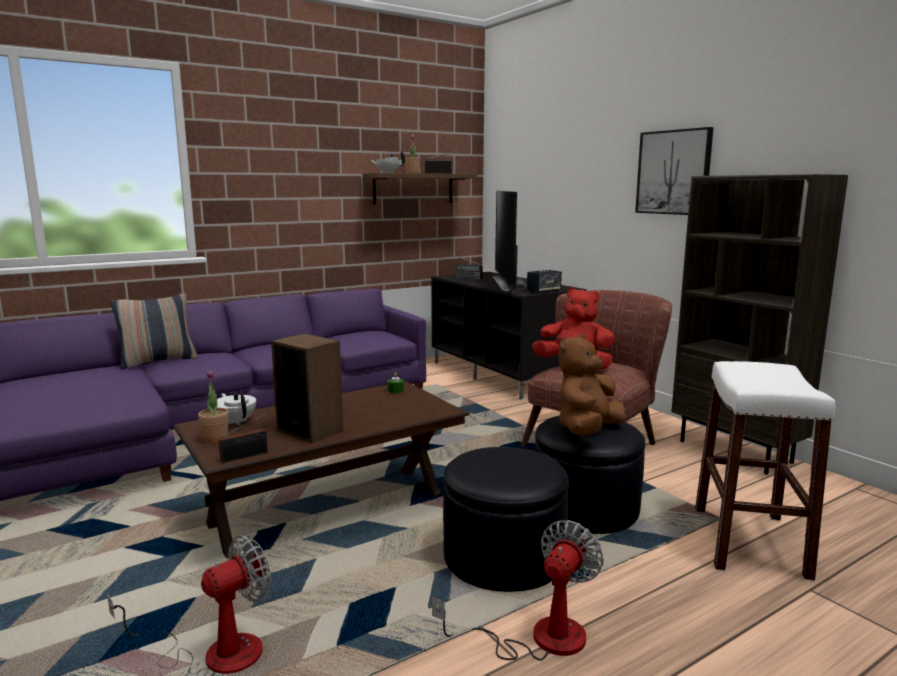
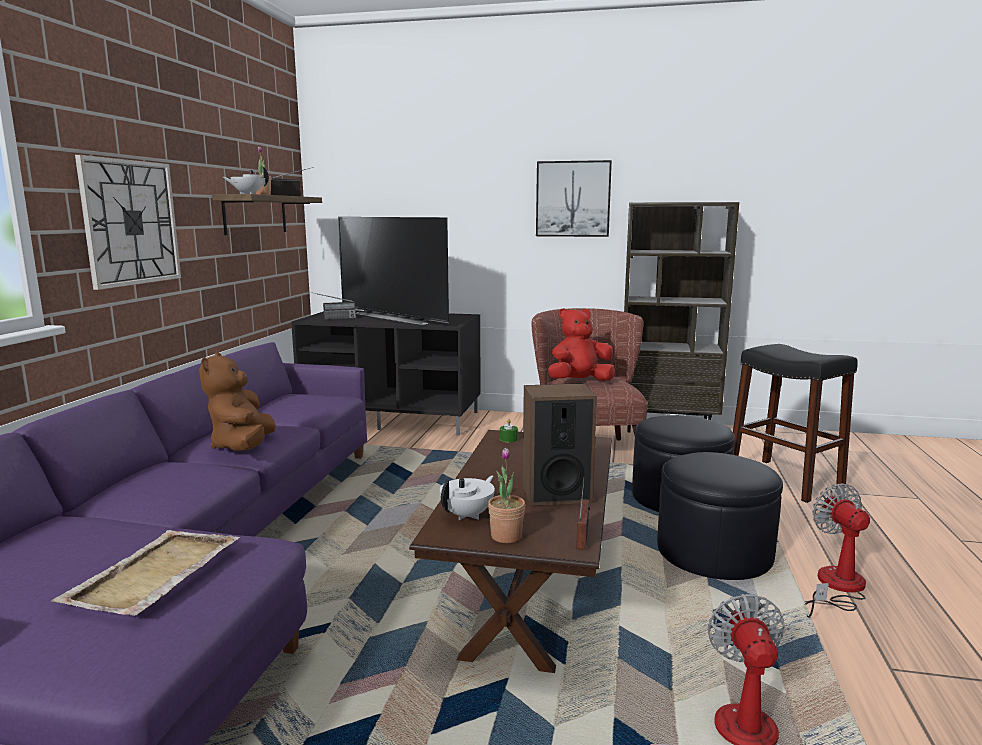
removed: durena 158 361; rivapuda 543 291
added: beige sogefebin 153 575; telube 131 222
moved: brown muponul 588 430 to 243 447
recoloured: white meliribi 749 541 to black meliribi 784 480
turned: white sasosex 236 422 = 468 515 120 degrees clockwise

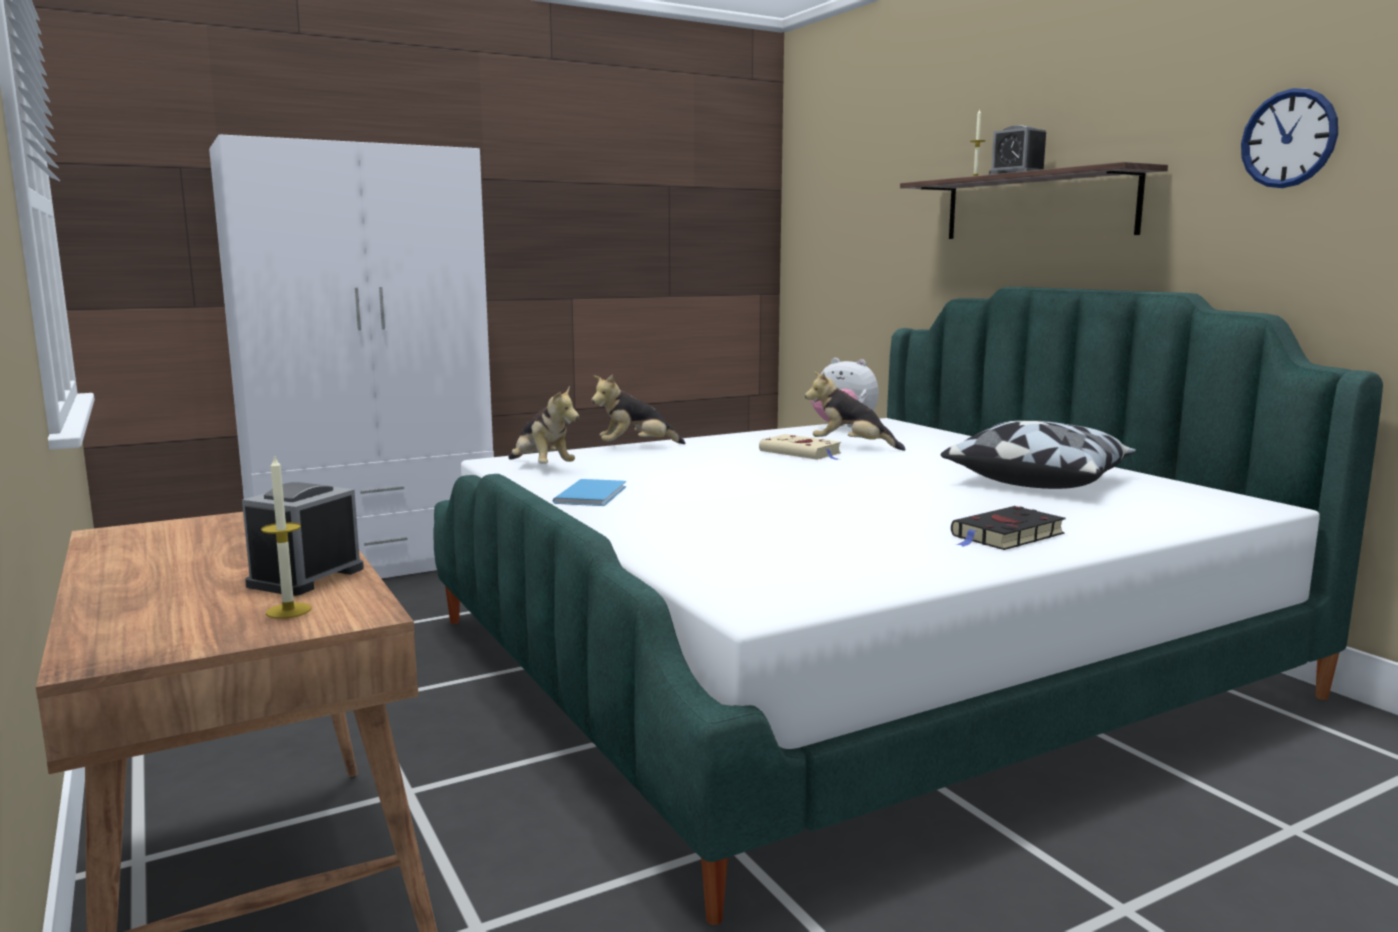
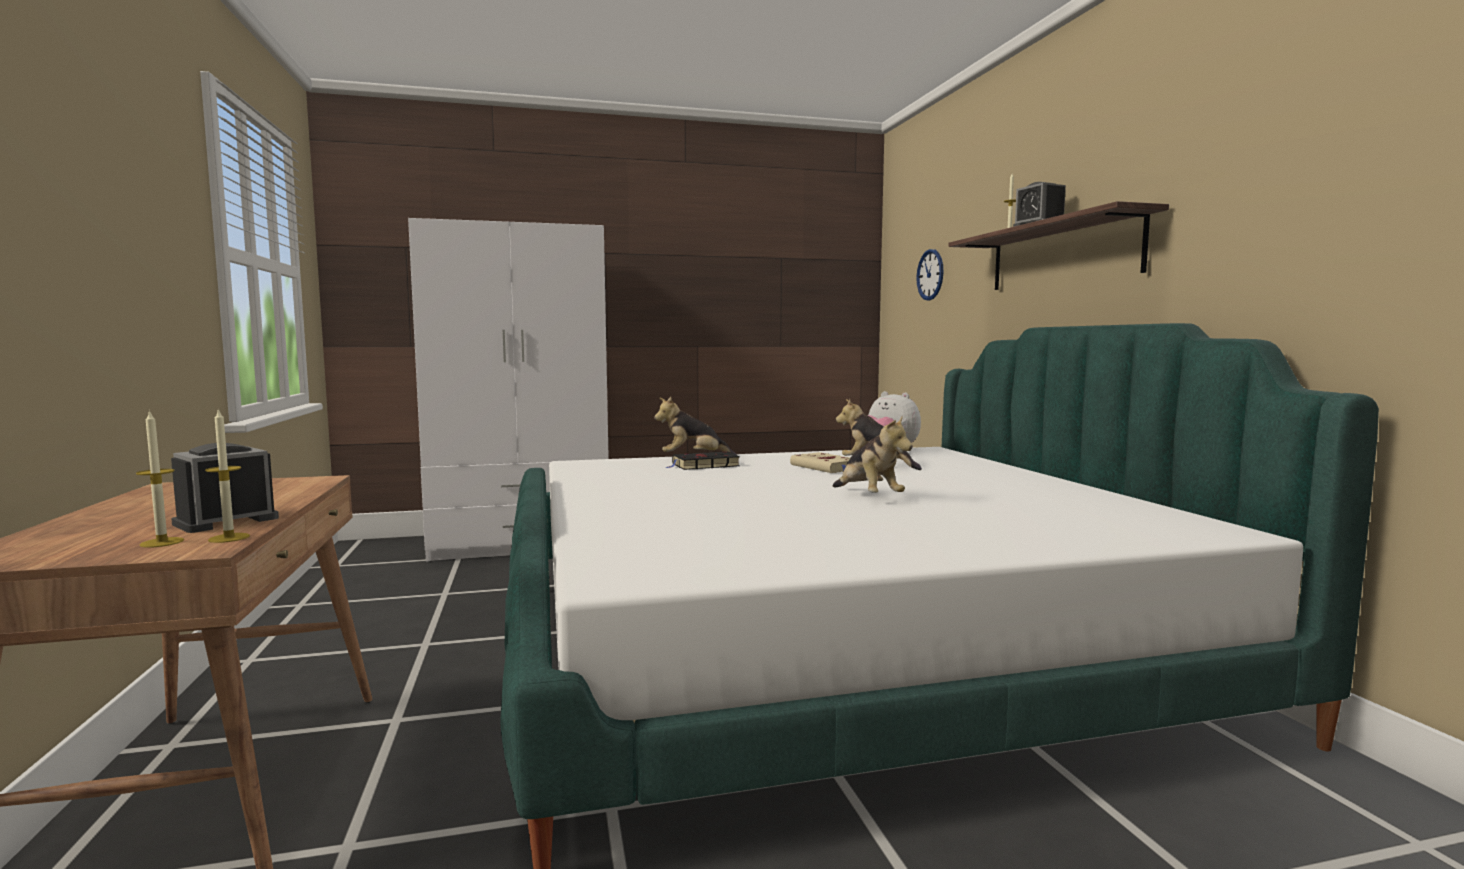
removed: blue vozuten 594 494; durena 1038 480
added: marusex 229 538
moved: black vozuten 1006 536 to 703 465; muponul 541 468 to 868 497; telube 1288 138 to 930 275

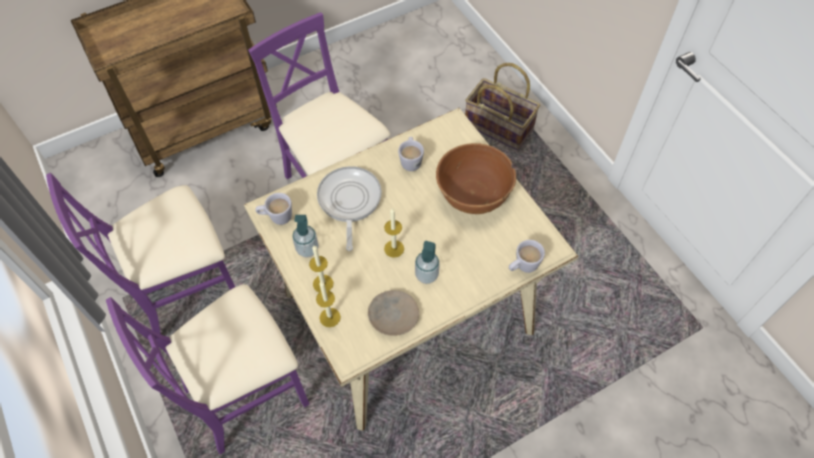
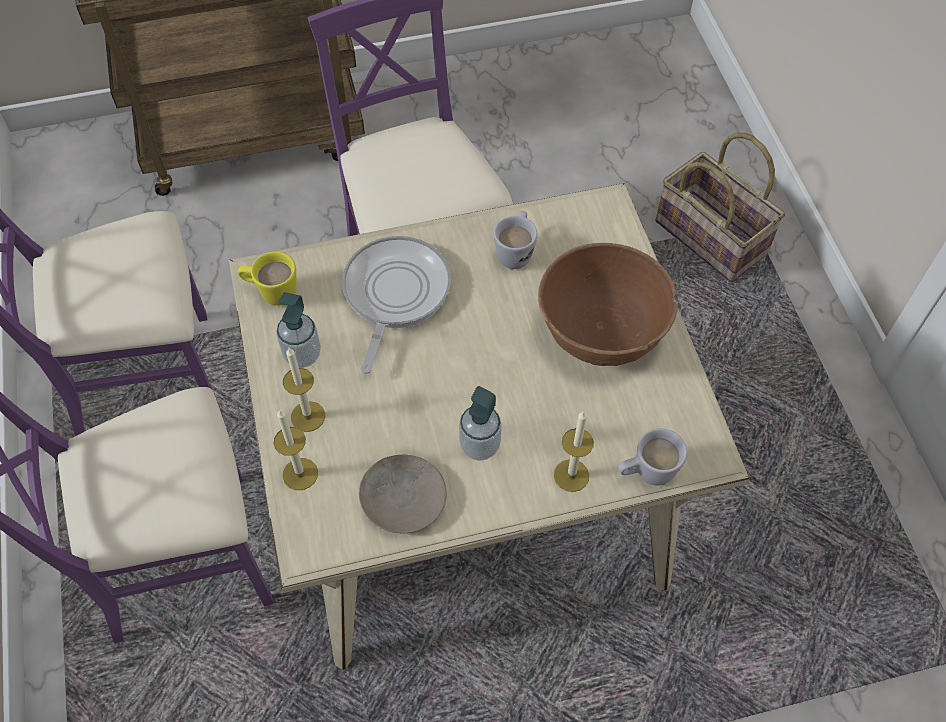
moved: marusex 394 248 to 571 475
recoloured: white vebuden 276 217 to yellow vebuden 271 292

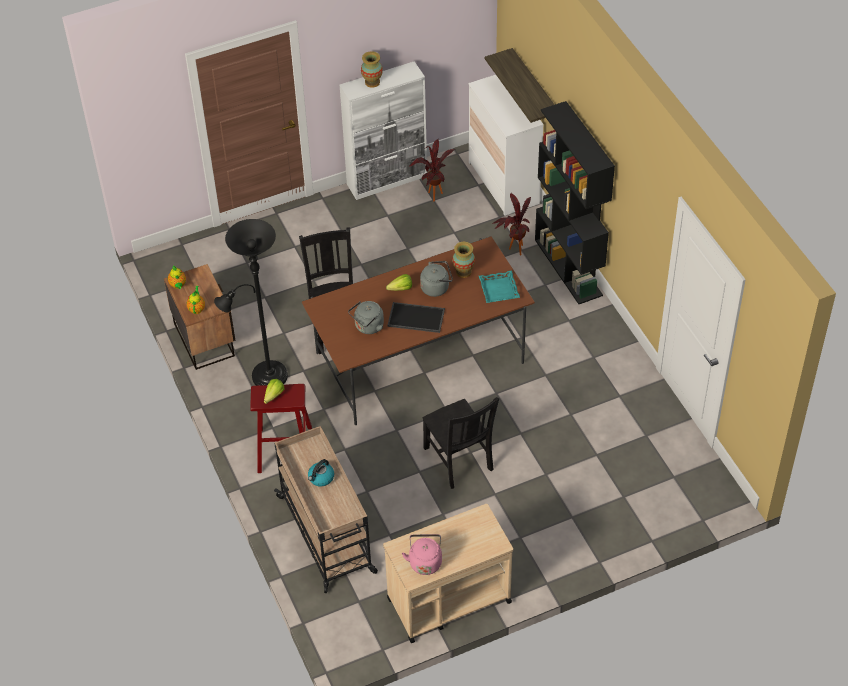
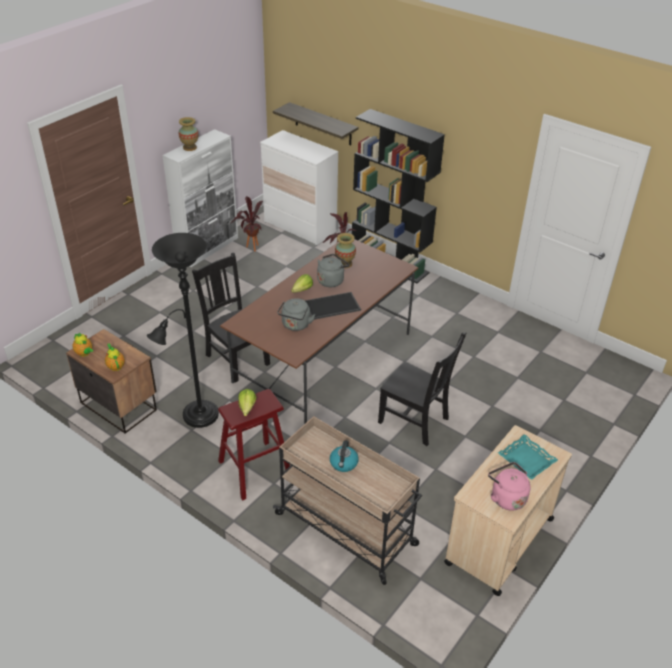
moved: turquoise sogefebin 498 289 to 526 460

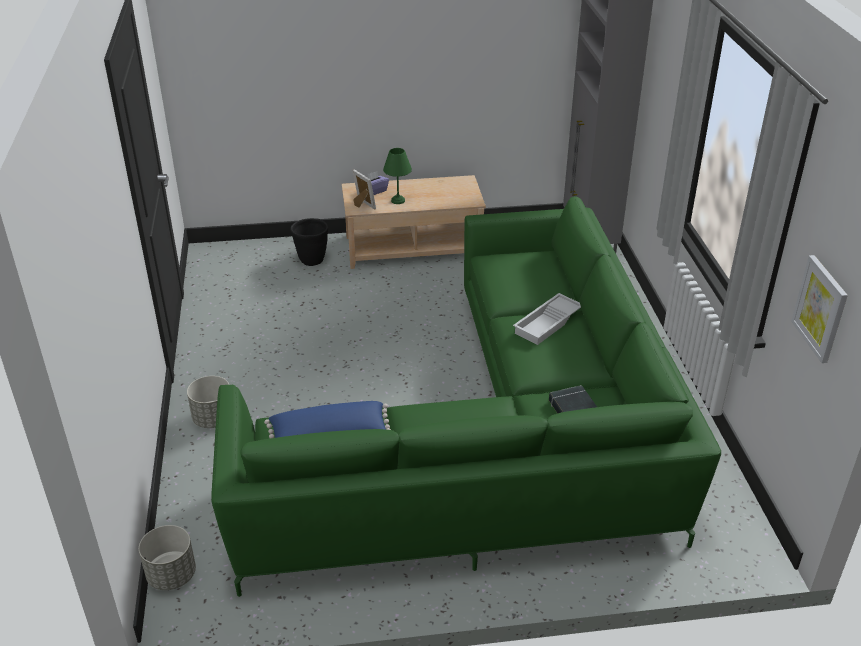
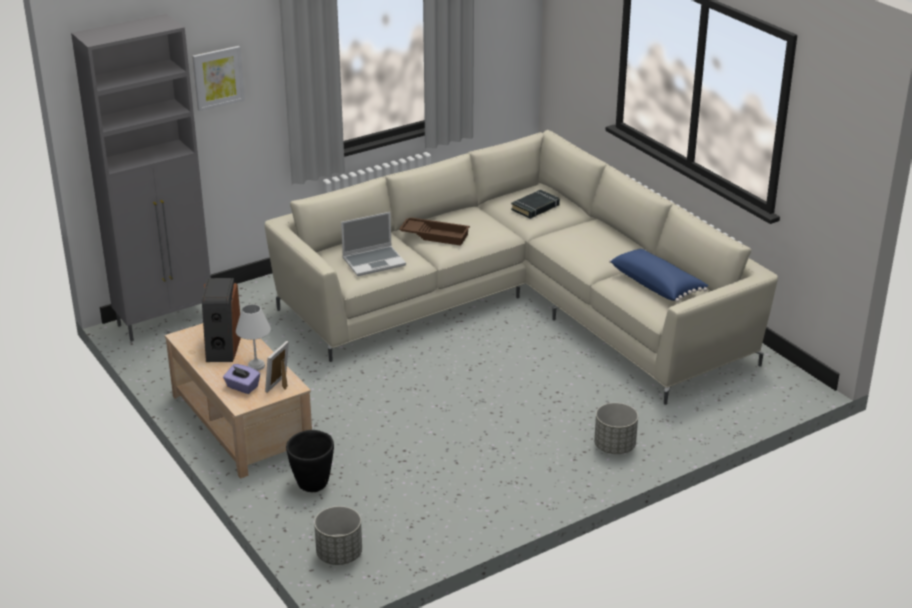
added: rivapuda 222 347; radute 374 261
moved: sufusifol 820 308 to 218 77; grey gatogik 171 575 to 339 555
recoloured: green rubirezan 398 201 to white rubirezan 256 365; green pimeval 497 447 to beige pimeval 521 304; white sogefebin 548 324 to brown sogefebin 435 235

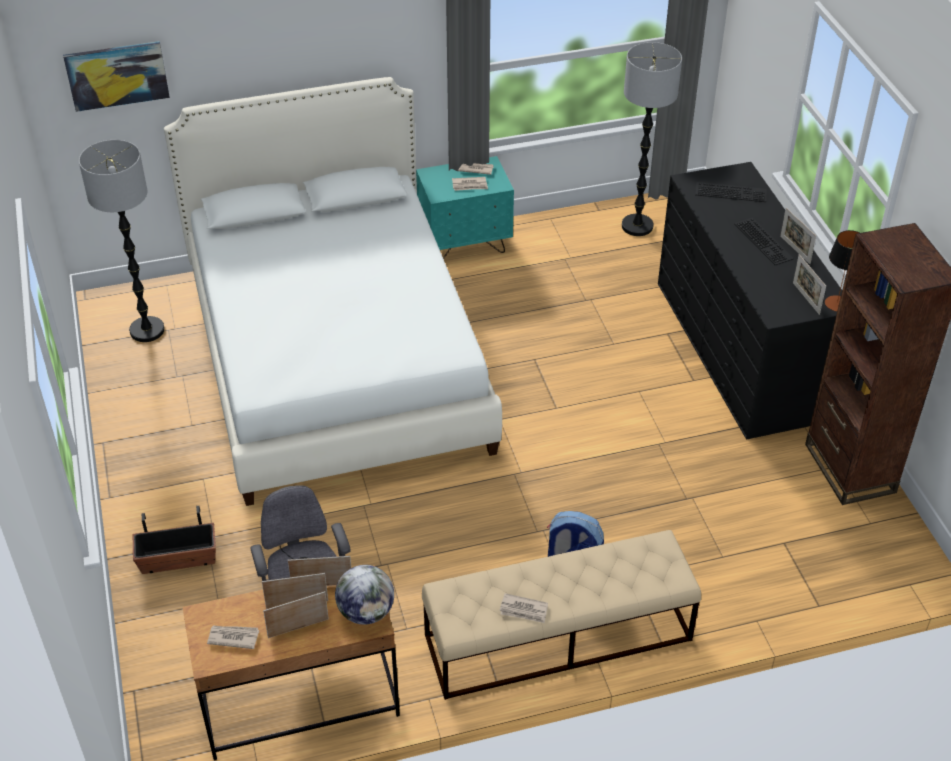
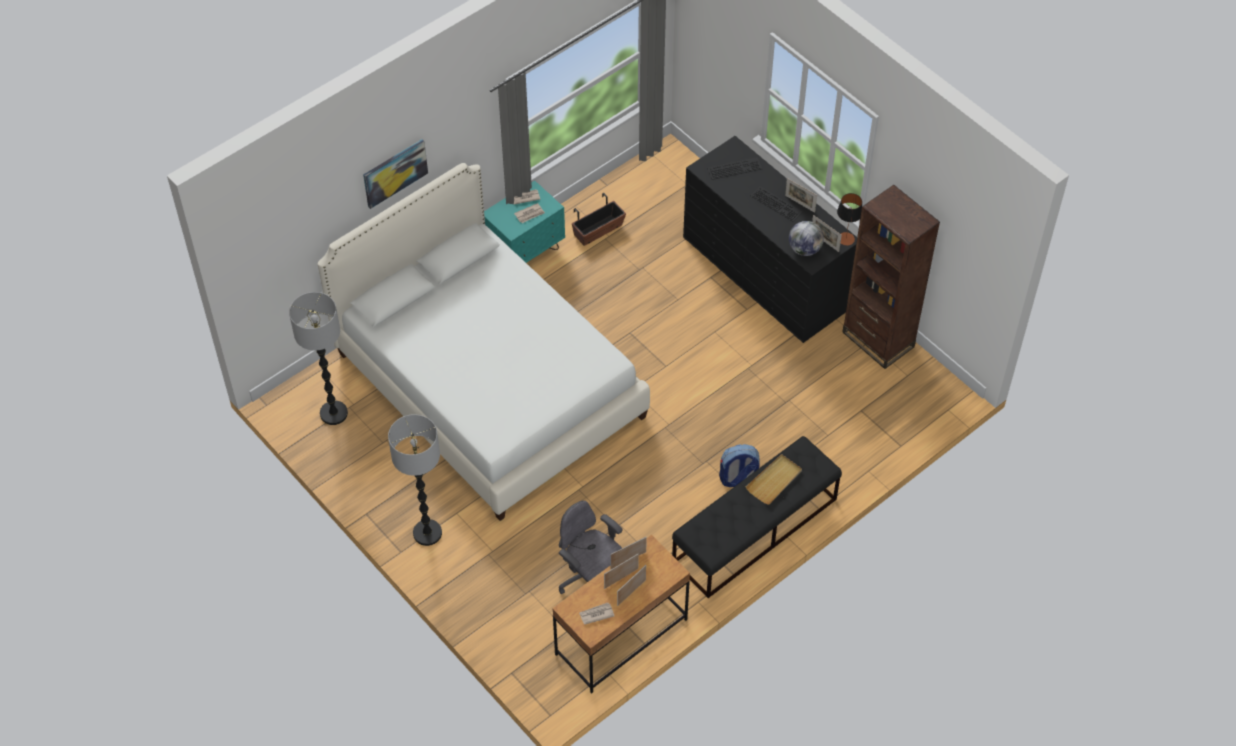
removed: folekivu 524 610
added: beige sogefebin 774 480
moved: sufusifol 117 75 to 395 172; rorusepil 637 226 to 427 533; gatogik 178 559 to 598 230; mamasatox 366 612 to 804 249
recoloured: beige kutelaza 557 638 to black kutelaza 754 531

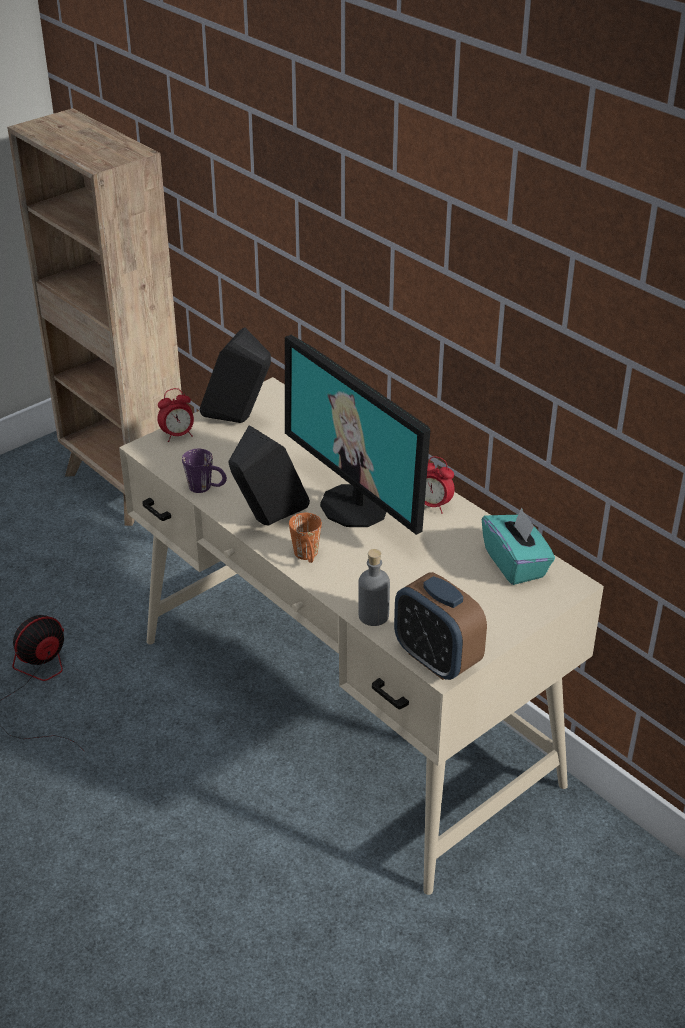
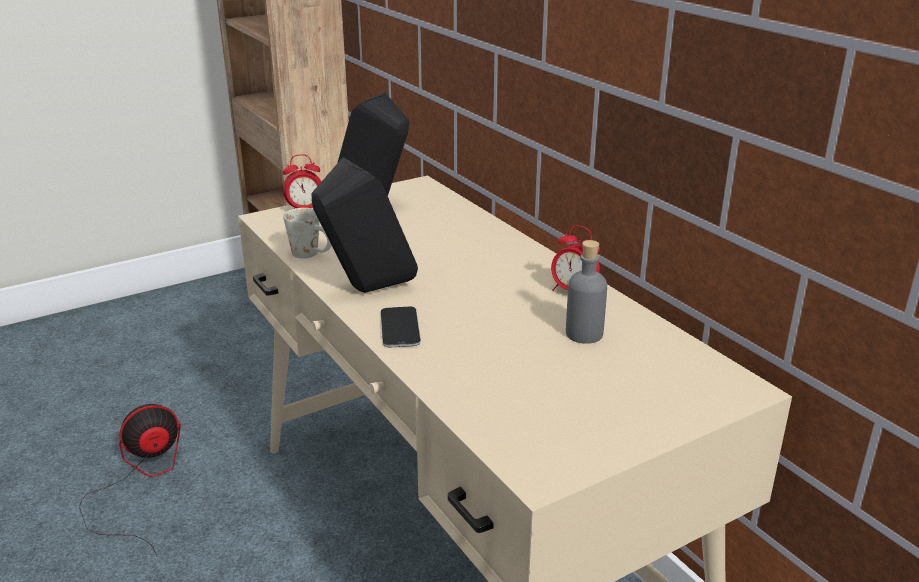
removed: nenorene 355 505; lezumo 436 659; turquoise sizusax 515 564
moved: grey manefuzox 373 616 to 584 334
replaced: orange vebuden 308 557 to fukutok 400 328
recoloured: purple vebuden 206 488 to white vebuden 312 255

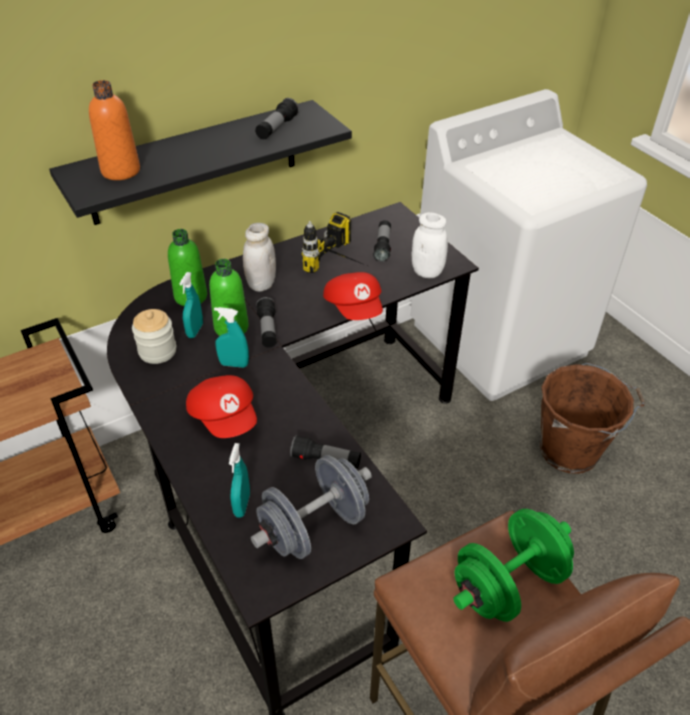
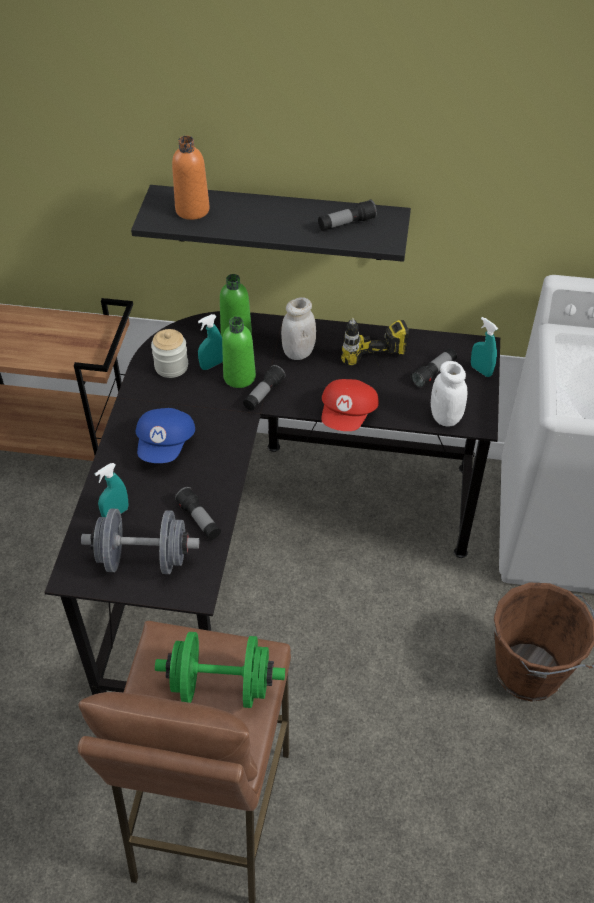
moved: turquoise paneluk 234 364 to 481 370
recoloured: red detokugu 225 417 to blue detokugu 166 445

